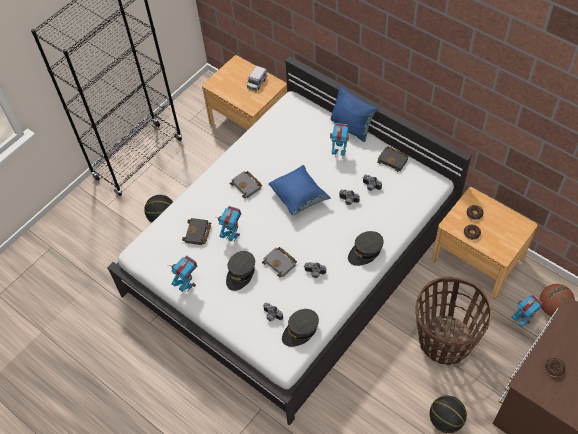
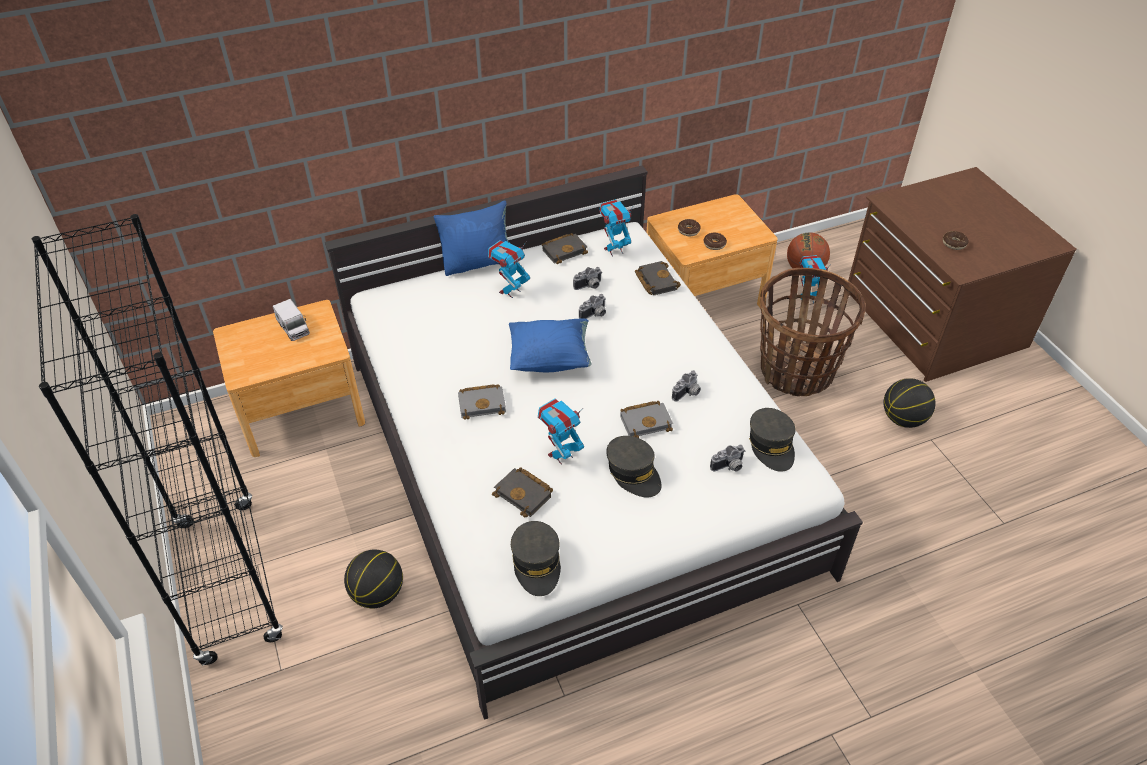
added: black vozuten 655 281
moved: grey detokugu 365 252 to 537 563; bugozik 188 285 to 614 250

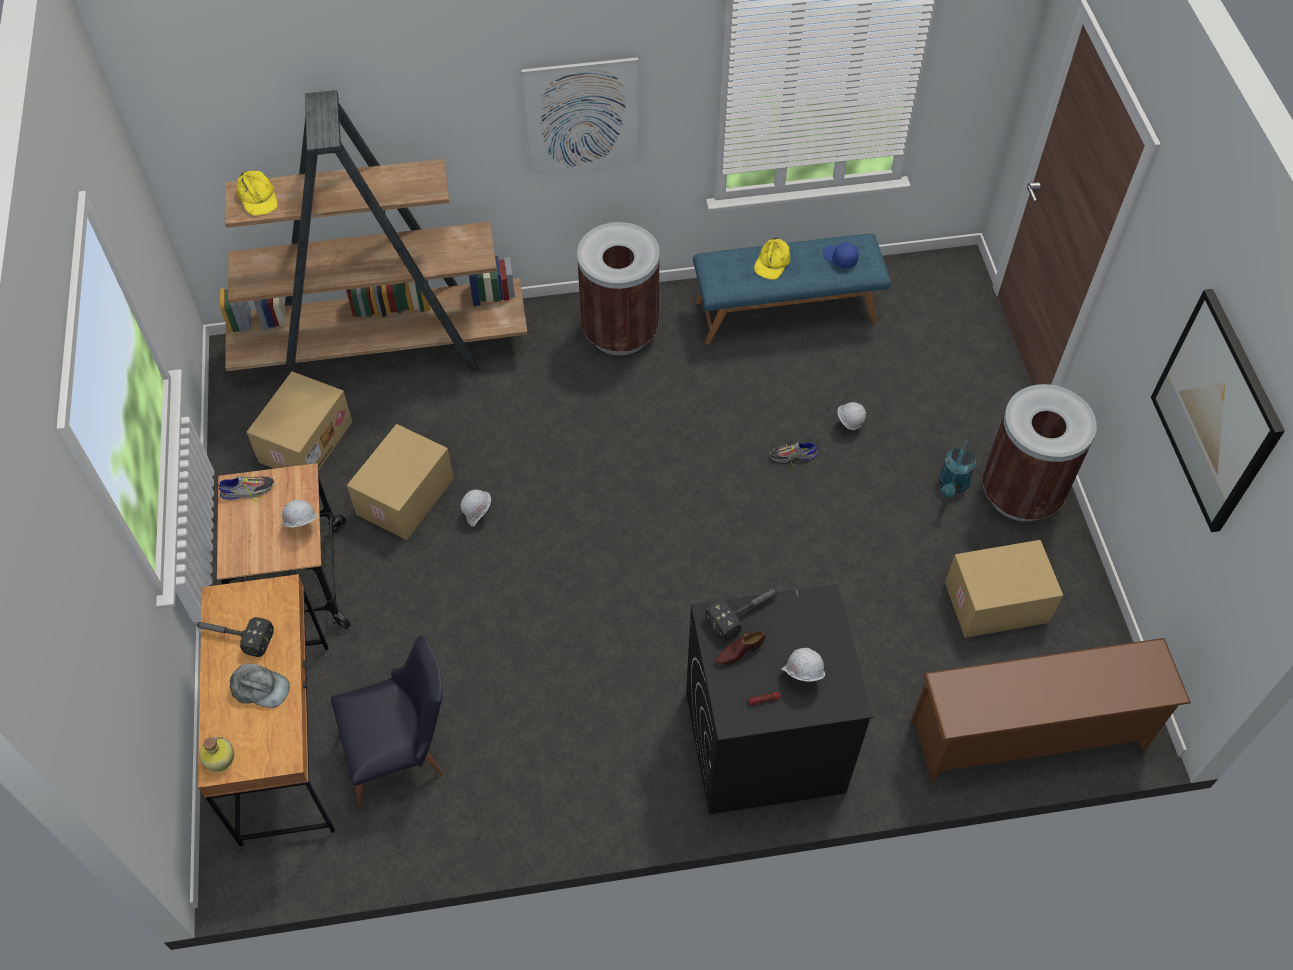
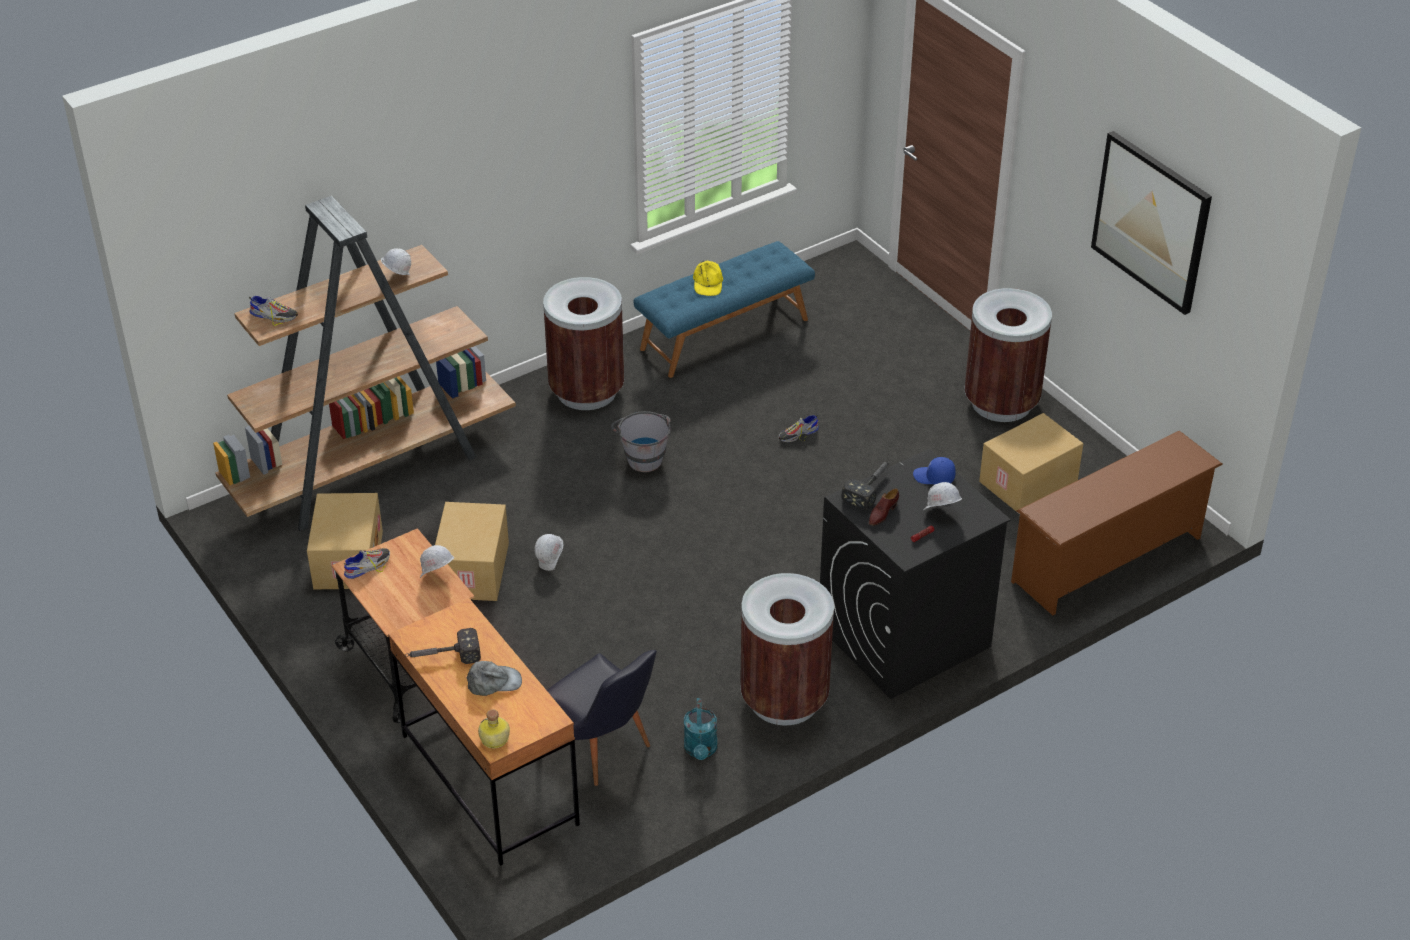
removed: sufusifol 582 116
added: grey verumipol 642 456; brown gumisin 784 699
moved: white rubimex 848 425 to 397 277; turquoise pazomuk 952 485 to 701 750; blue detokugu 839 258 to 934 477
replaced: yellow detokugu 257 197 to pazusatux 274 315
turned: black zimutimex 403 753 = 601 750 90 degrees clockwise

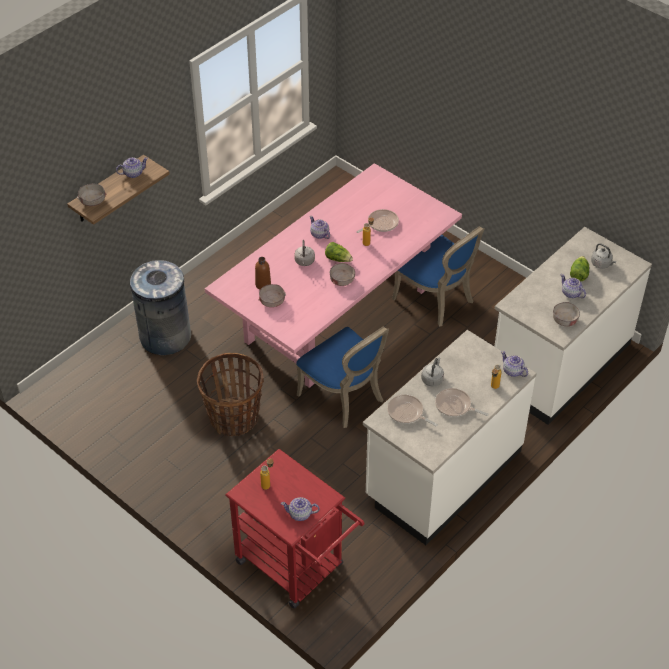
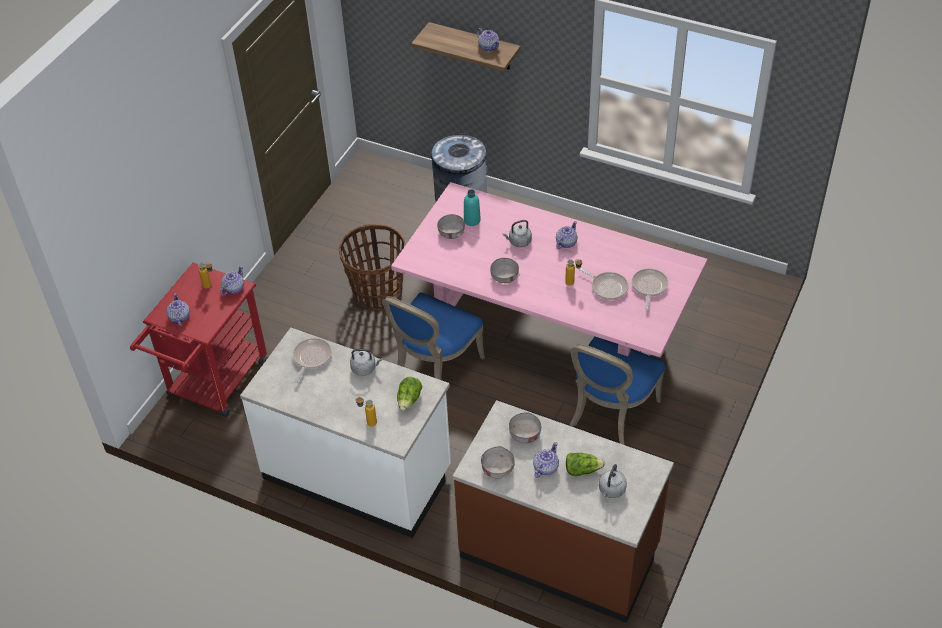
moved: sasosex 513 371 to 233 288; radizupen 338 259 to 409 400; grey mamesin 93 201 to 525 434; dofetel 455 406 to 649 287
recoloured: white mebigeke 559 363 to brown mebigeke 560 551; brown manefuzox 263 285 to turquoise manefuzox 472 220

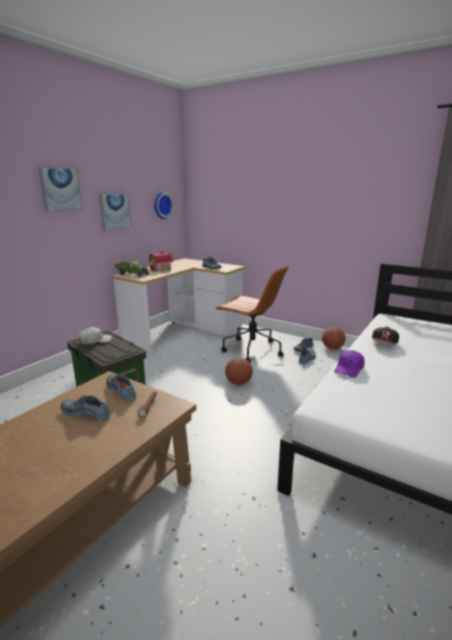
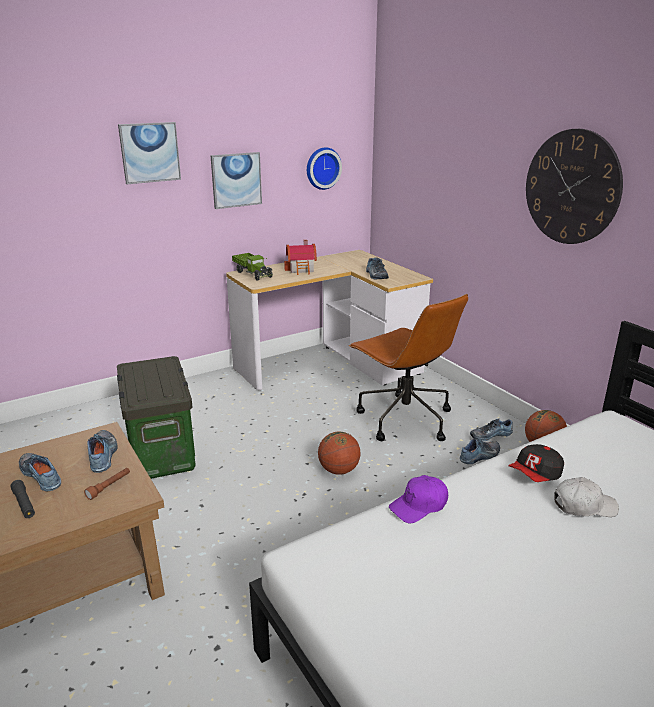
added: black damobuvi 24 504; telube 572 187
moved: white detokugu 95 341 to 583 506

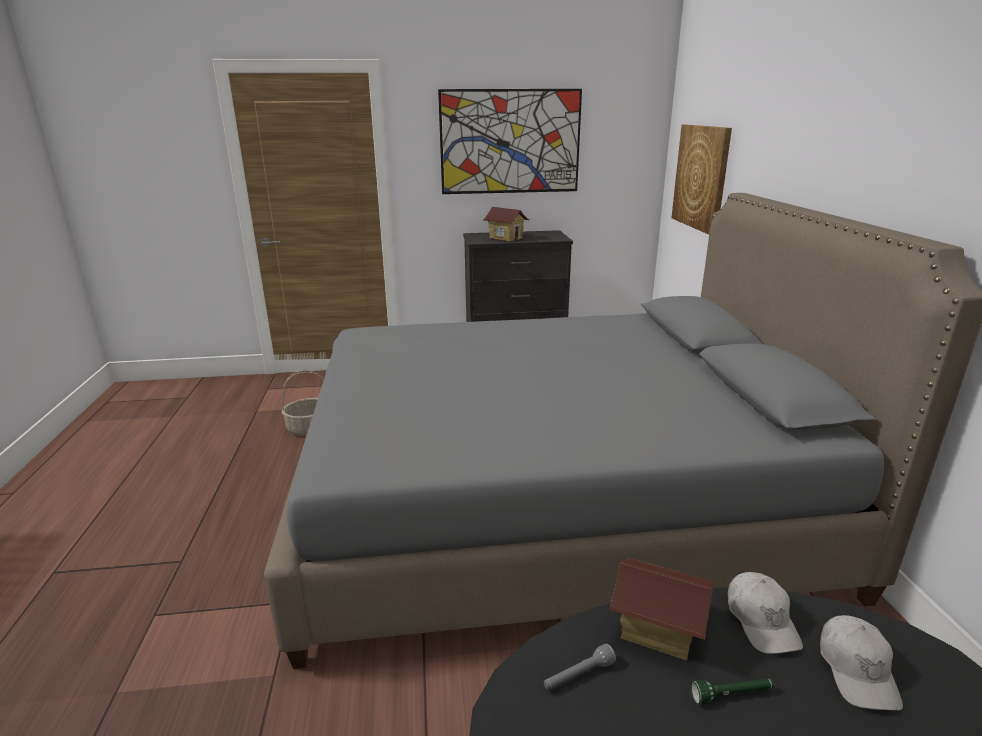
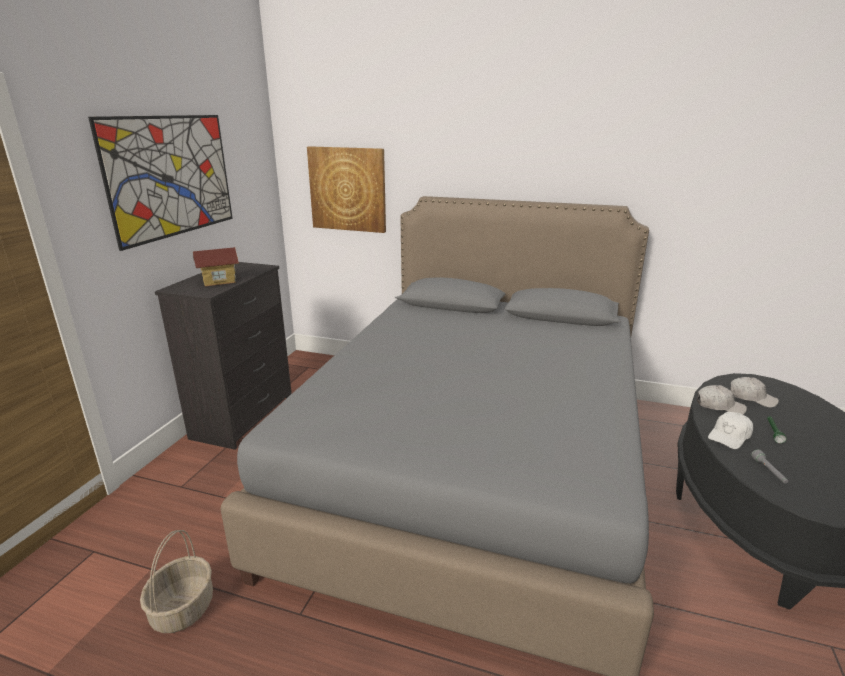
replaced: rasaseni 657 630 to white detokugu 729 436

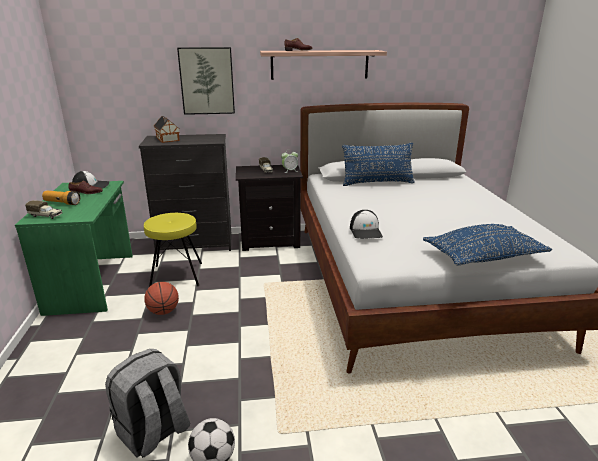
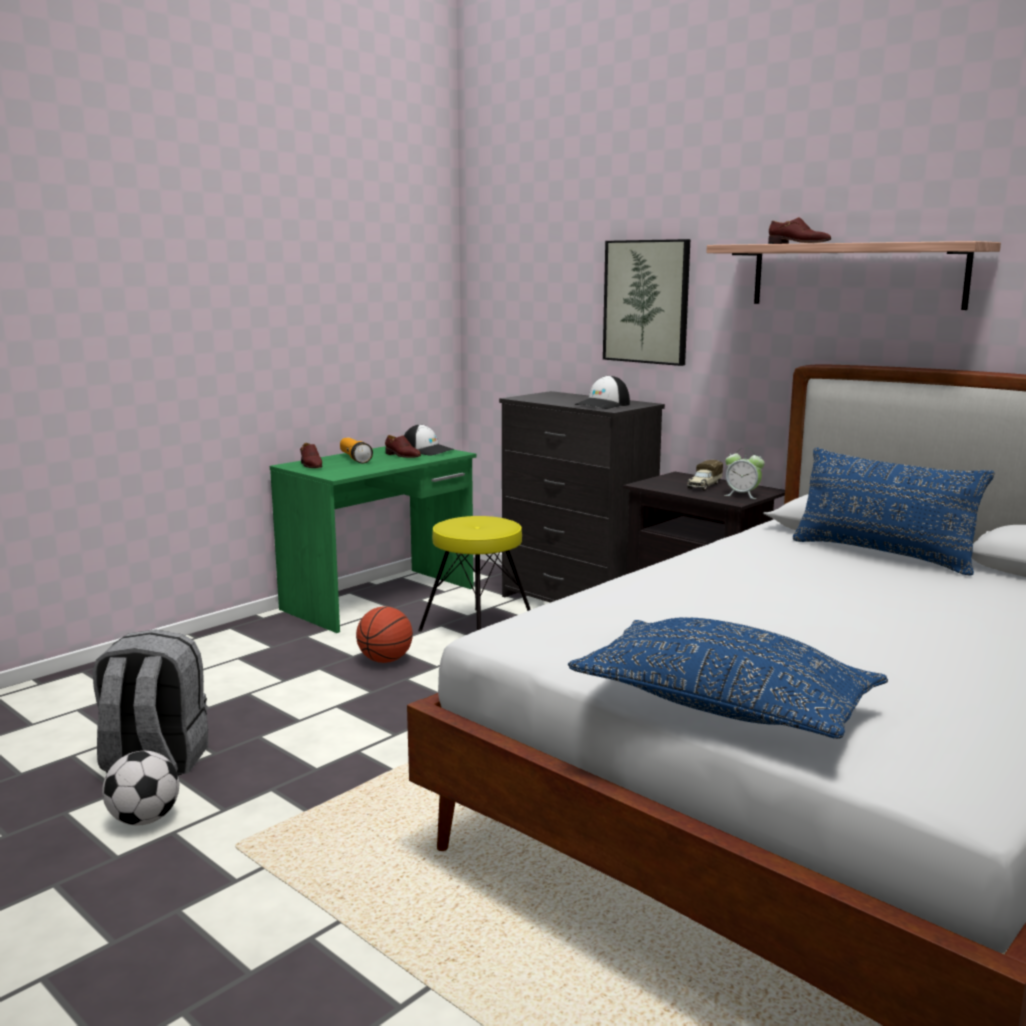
removed: rasaseni 167 139
moved: detokugu 366 231 to 603 405
replaced: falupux 46 216 to brown pazusatux 311 465

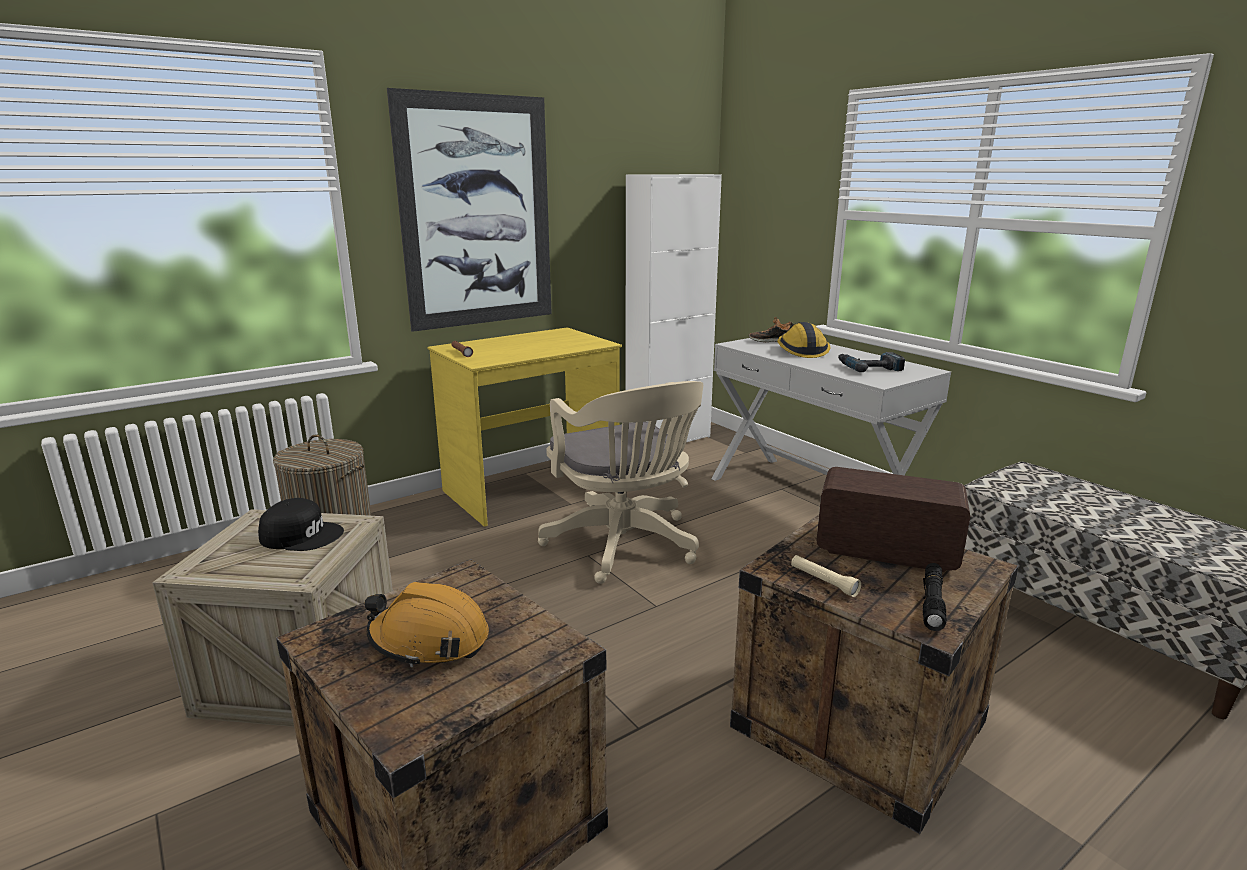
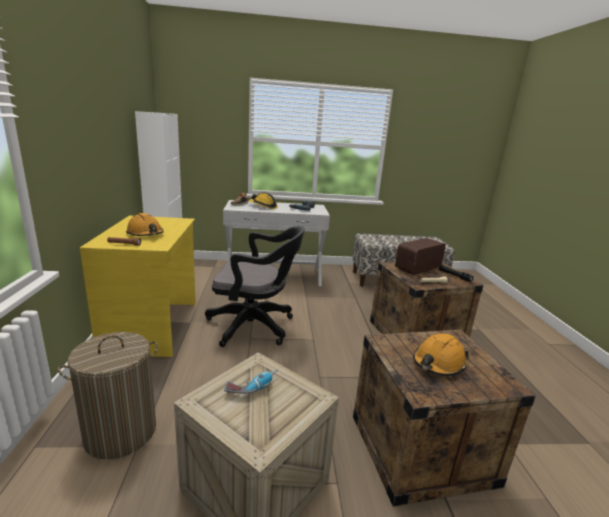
removed: sufusifol 477 213
added: orange rubimex 145 234
replaced: black detokugu 302 535 to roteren 252 386
recoloured: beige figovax 625 546 to black figovax 255 326

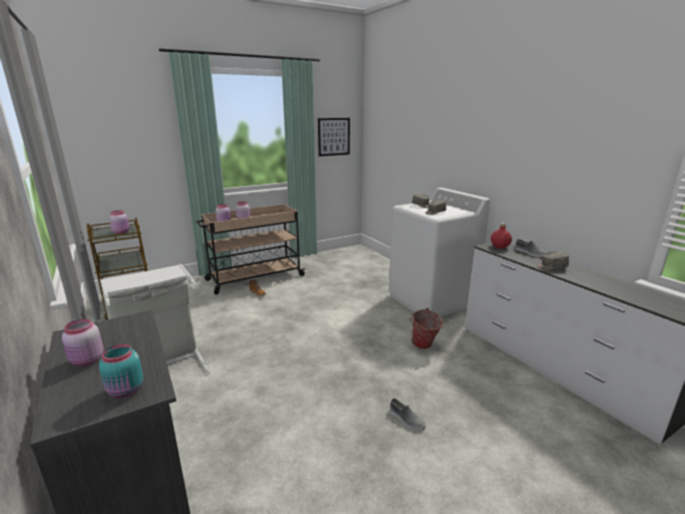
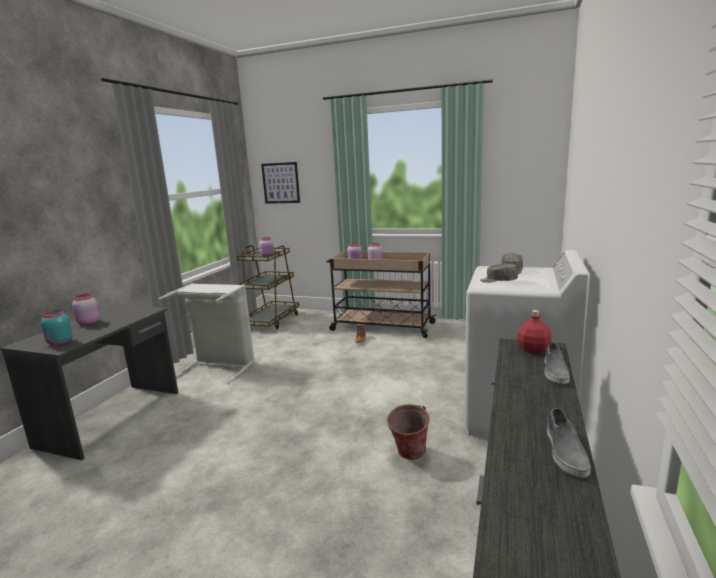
removed: grey detokugu 551 266
moved: sufusifol 334 136 to 281 183; grey pazusatux 406 419 to 565 451

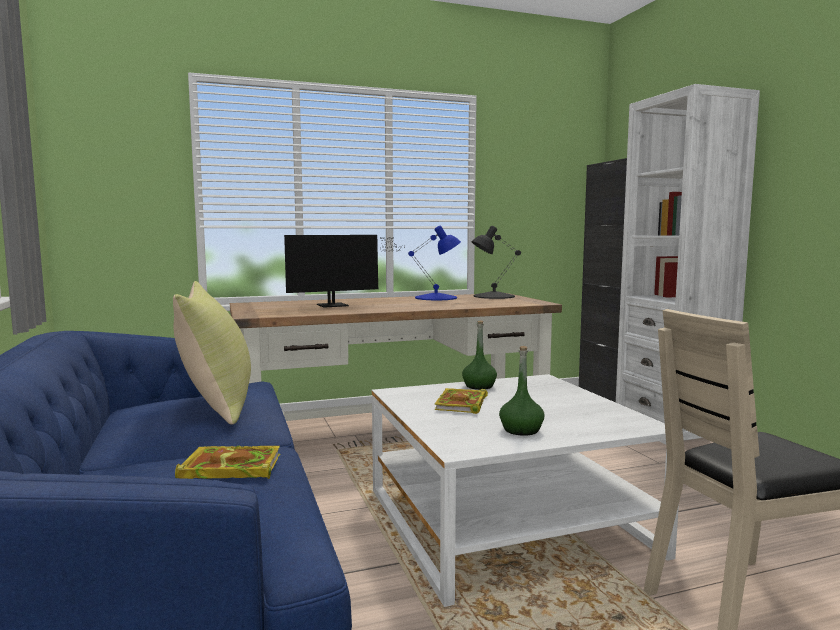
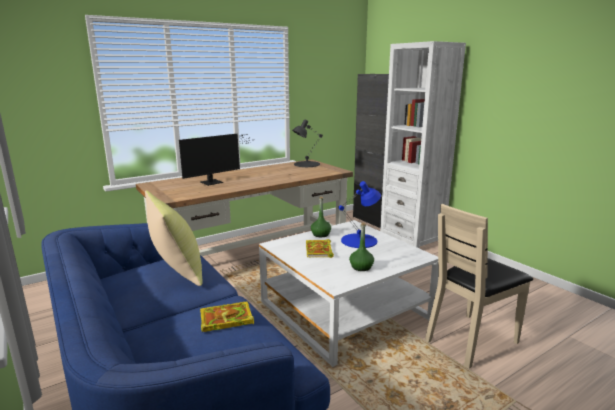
moved: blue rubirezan 436 298 to 359 241

